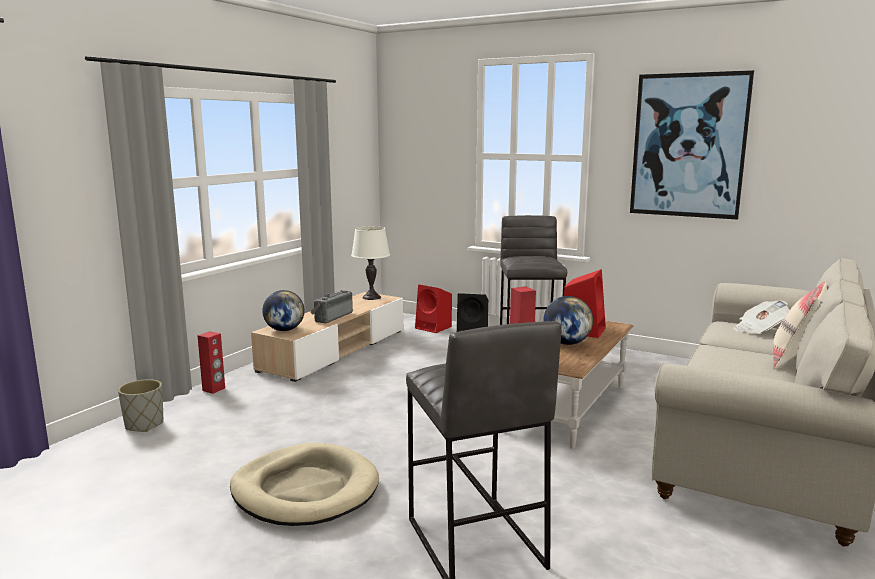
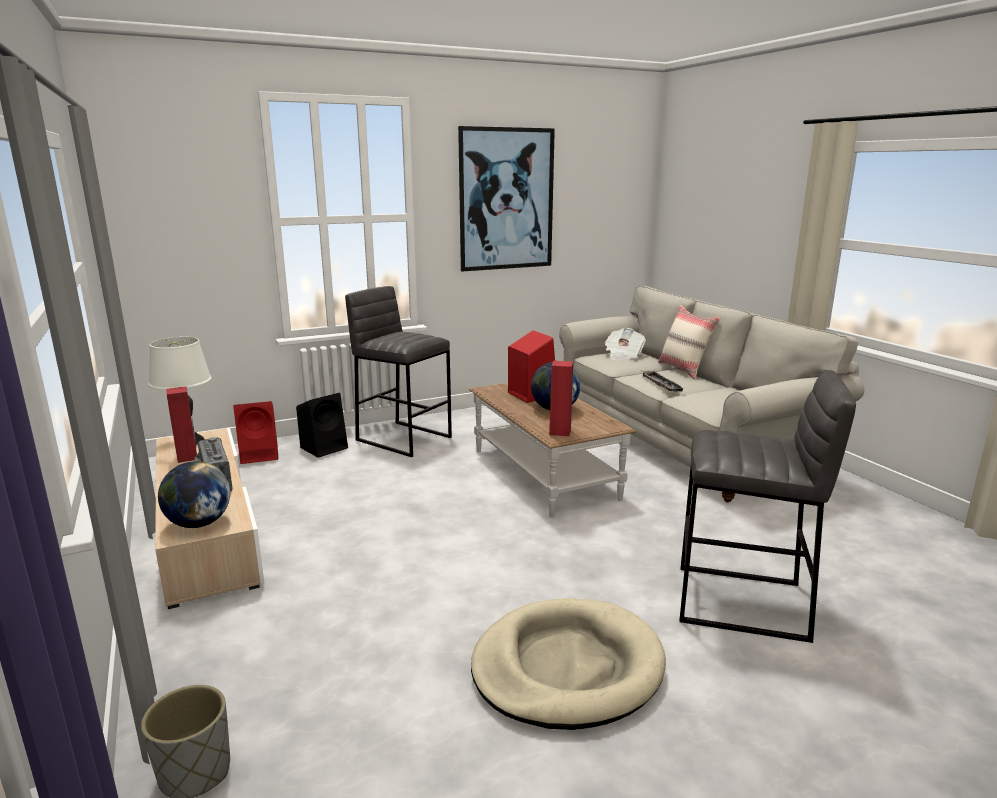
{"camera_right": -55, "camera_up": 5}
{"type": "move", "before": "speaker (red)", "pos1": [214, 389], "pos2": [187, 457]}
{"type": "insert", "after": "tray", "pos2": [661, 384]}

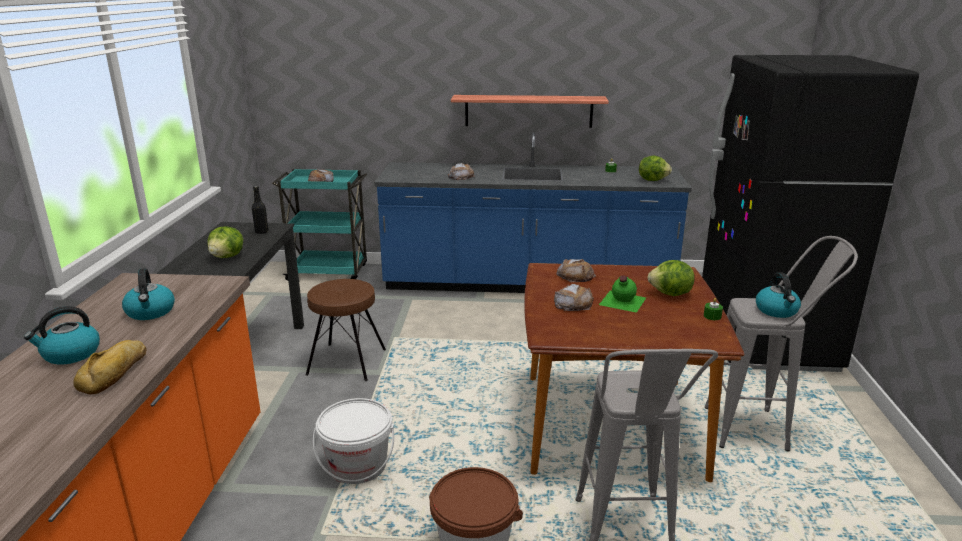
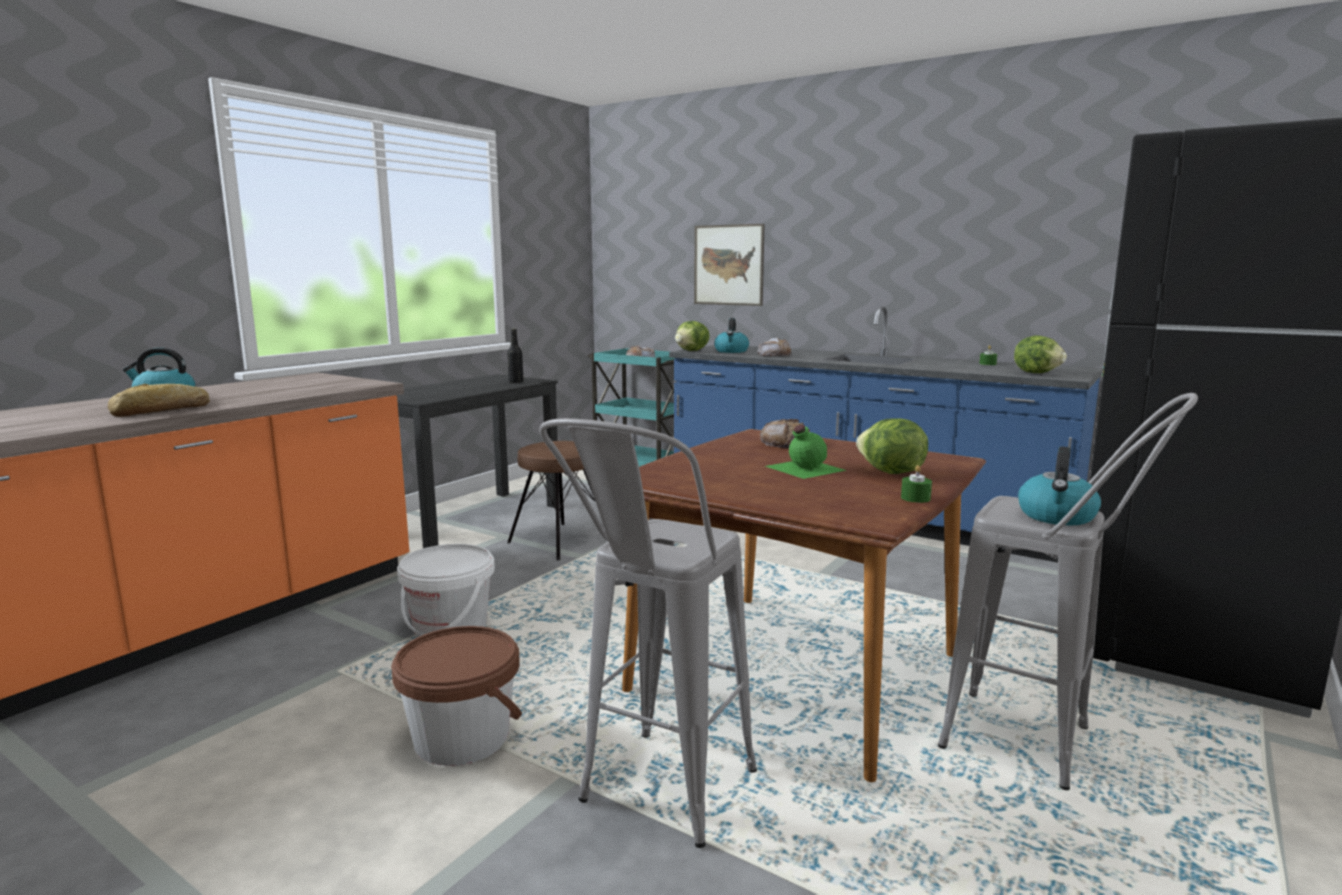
{"camera_right": 30, "camera_up": -10}
{"type": "move", "before": "kettle", "pos1": [151, 312], "pos2": [731, 351]}
{"type": "move", "before": "lettuce", "pos1": [227, 257], "pos2": [692, 351]}
{"type": "delete", "before": "shelf", "pos1": [528, 111]}
{"type": "delete", "before": "bread", "pos1": [573, 303]}
{"type": "insert", "after": "picture", "pos2": [728, 265]}

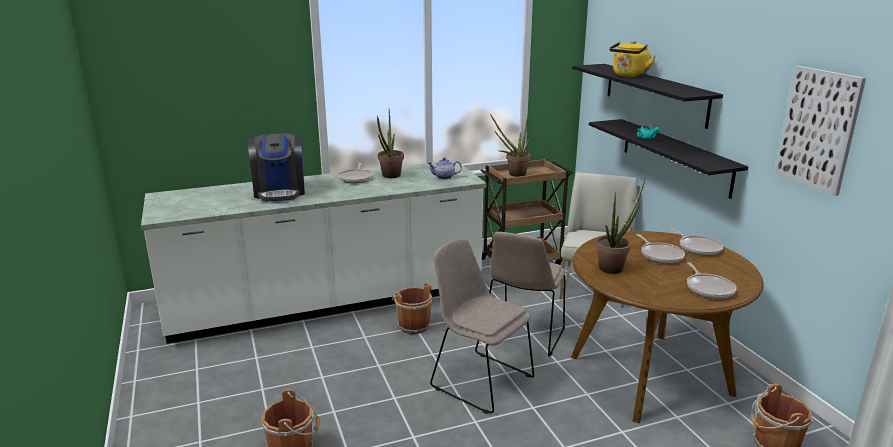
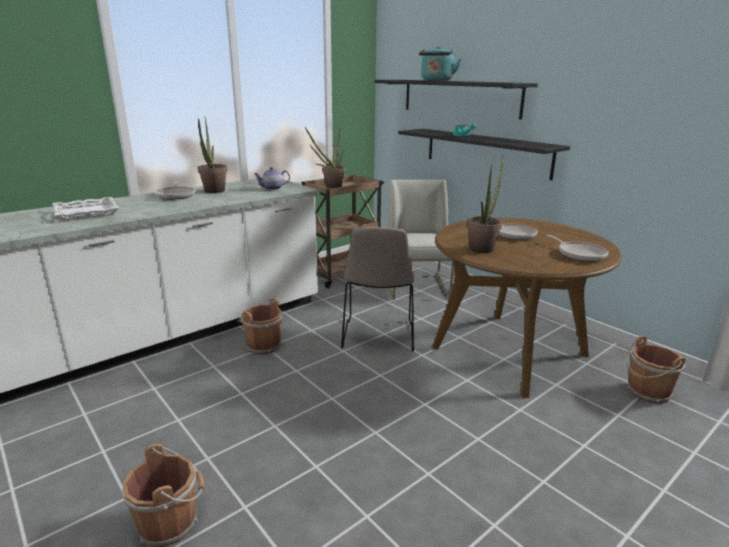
{"camera_right": -20, "camera_up": 0}
{"type": "replace", "before": "coffee machine", "after": "tray (white)", "pos1": [280, 191], "pos2": [86, 213]}
{"type": "delete", "before": "chair (beige)", "pos1": [479, 380]}
{"type": "recolor", "before": "kettle (yellow)", "after": "kettle (turquoise)", "pos1": [629, 75], "pos2": [436, 80]}
{"type": "delete", "before": "frying pan", "pos1": [698, 248]}
{"type": "delete", "before": "picture", "pos1": [818, 129]}

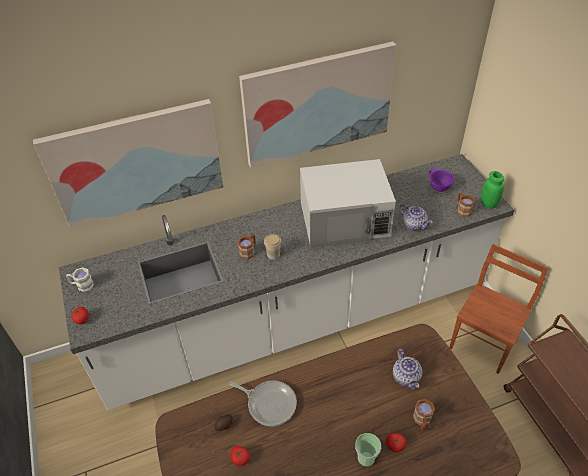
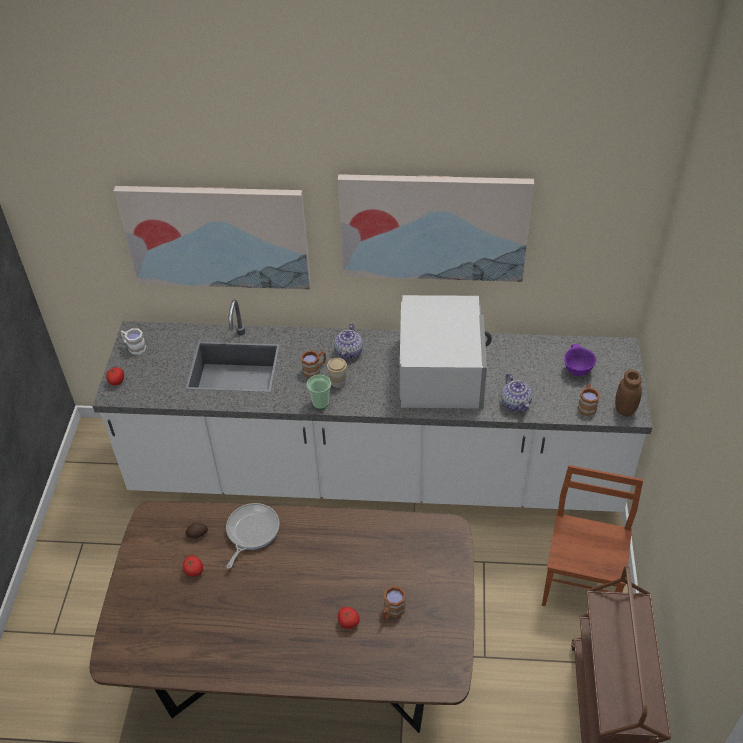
{"camera_right": 25, "camera_up": 0}
{"type": "rotate", "before": "frying pan", "pos1": [269, 403], "pos2": [251, 532], "turn": -120}
{"type": "rotate", "before": "microwave (white)", "pos1": [345, 219], "pos2": [440, 370], "turn": -105}
{"type": "move", "before": "cup", "pos1": [366, 458], "pos2": [320, 403]}
{"type": "move", "before": "teapot", "pos1": [406, 377], "pos2": [349, 352]}
{"type": "rotate", "before": "chair (brown)", "pos1": [484, 343], "pos2": [581, 585], "turn": -45}
{"type": "recolor", "before": "jar (green)", "after": "jar (brown)", "pos1": [488, 204], "pos2": [625, 409]}

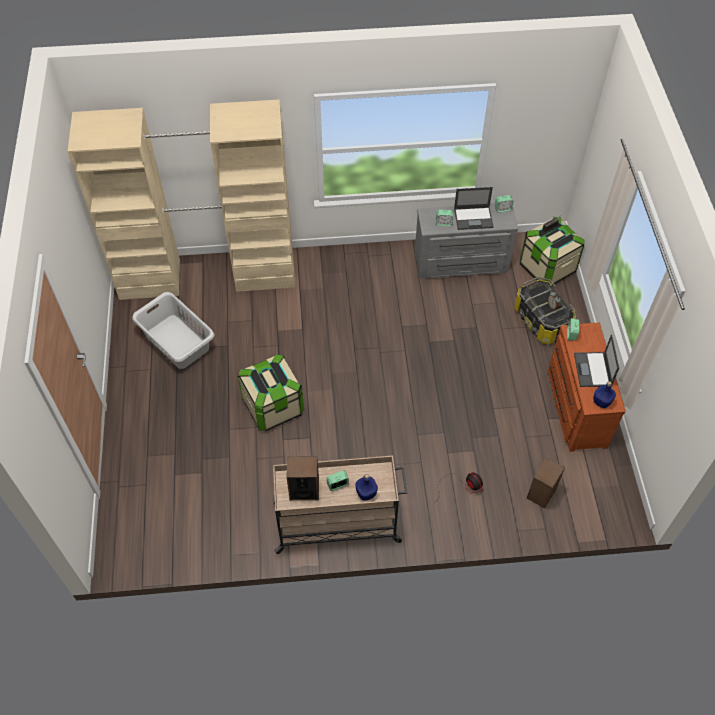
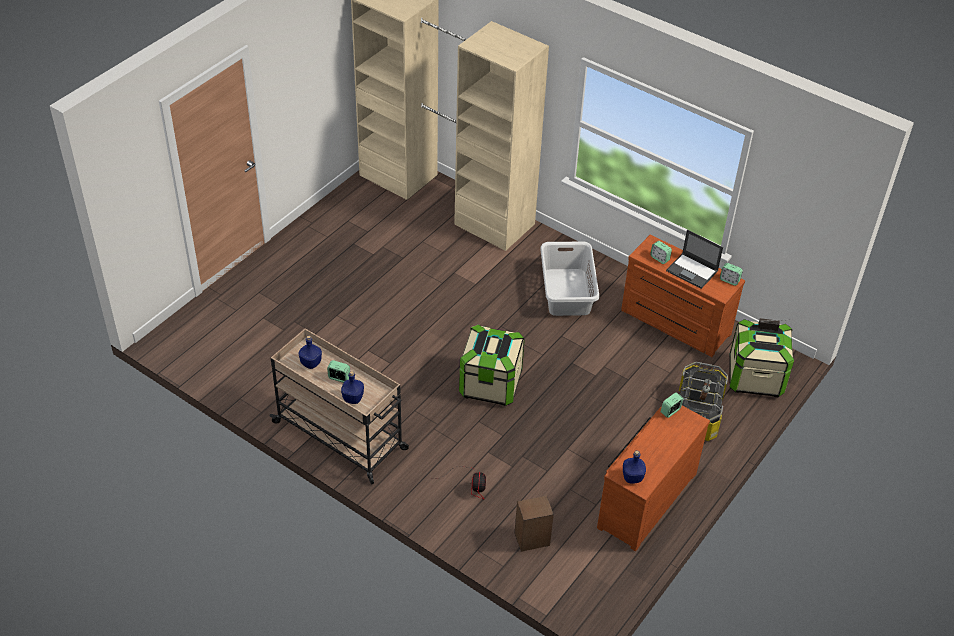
{"camera_right": 40, "camera_up": -10}
{"type": "move", "before": "laundry basket (grey)", "pos1": [177, 341], "pos2": [567, 292]}
{"type": "move", "before": "storage box", "pos1": [273, 406], "pos2": [490, 384]}
{"type": "replace", "before": "speaker", "after": "bottle (blue)", "pos1": [304, 489], "pos2": [311, 363]}
{"type": "recolor", "before": "dresser (grey)", "after": "dresser (brown)", "pos1": [461, 264], "pos2": [674, 323]}
{"type": "delete", "before": "laptop", "pos1": [593, 370]}

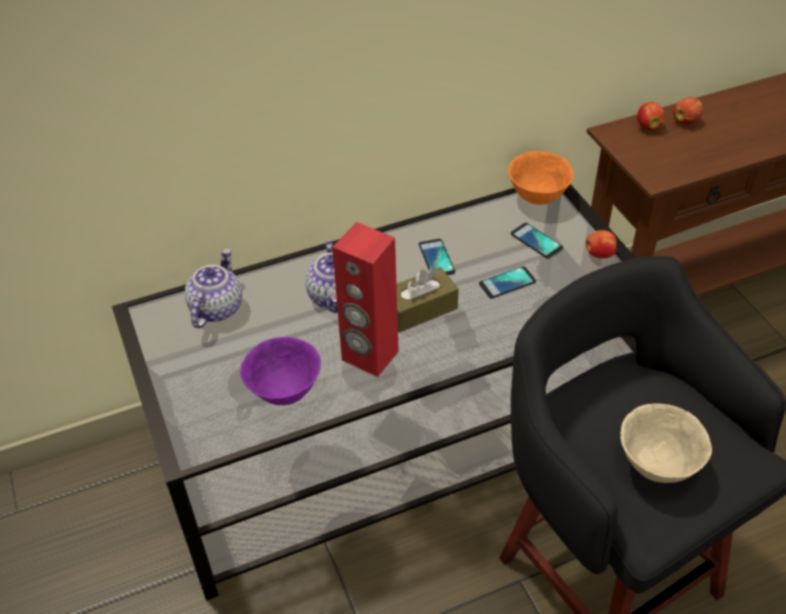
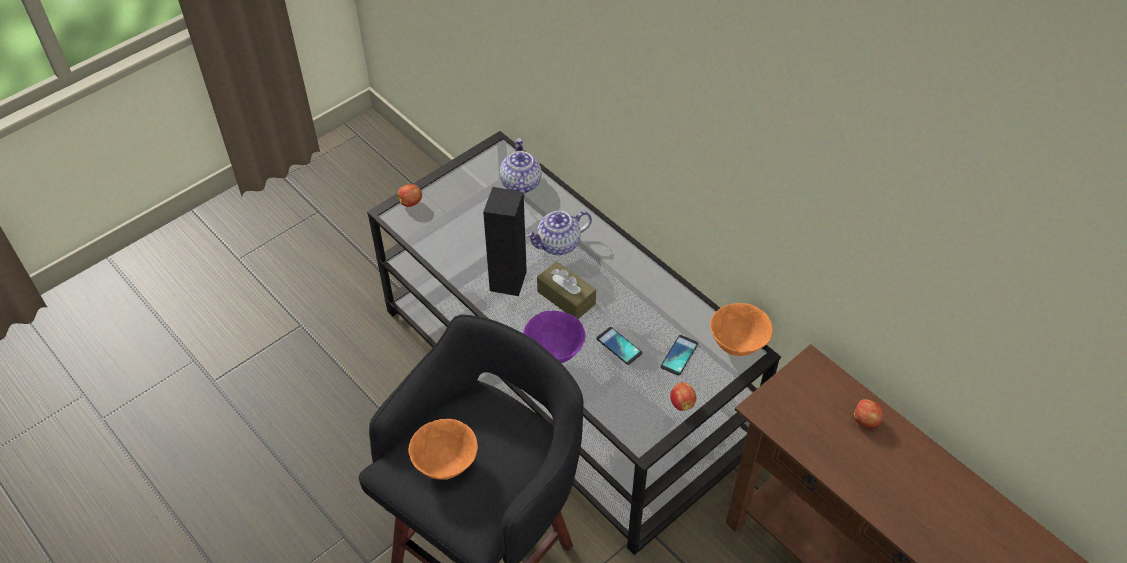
{"camera_right": 70, "camera_up": 5}
{"type": "rotate", "before": "teapot", "pos1": [216, 308], "pos2": [520, 183], "turn": -90}
{"type": "move", "before": "bowl (purple)", "pos1": [283, 391], "pos2": [554, 352]}
{"type": "recolor", "before": "speaker (red)", "after": "speaker (black)", "pos1": [369, 356], "pos2": [507, 281]}
{"type": "delete", "before": "phone", "pos1": [436, 258]}
{"type": "recolor", "before": "bowl (beige)", "after": "bowl (orange)", "pos1": [657, 464], "pos2": [446, 464]}
{"type": "move", "before": "apple", "pos1": [648, 126], "pos2": [411, 202]}

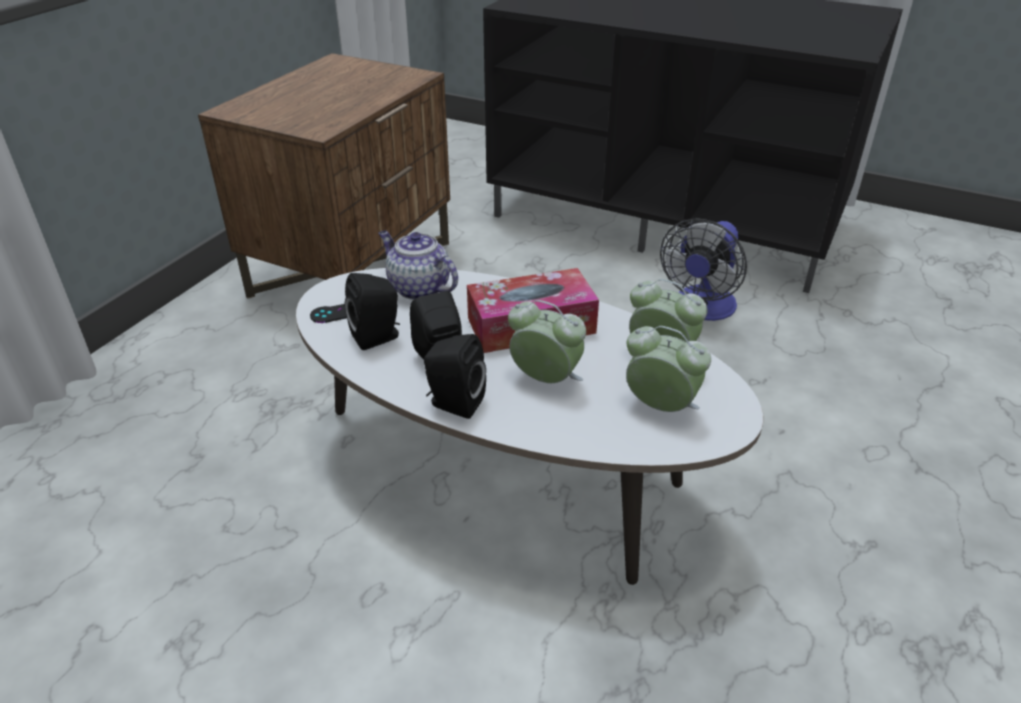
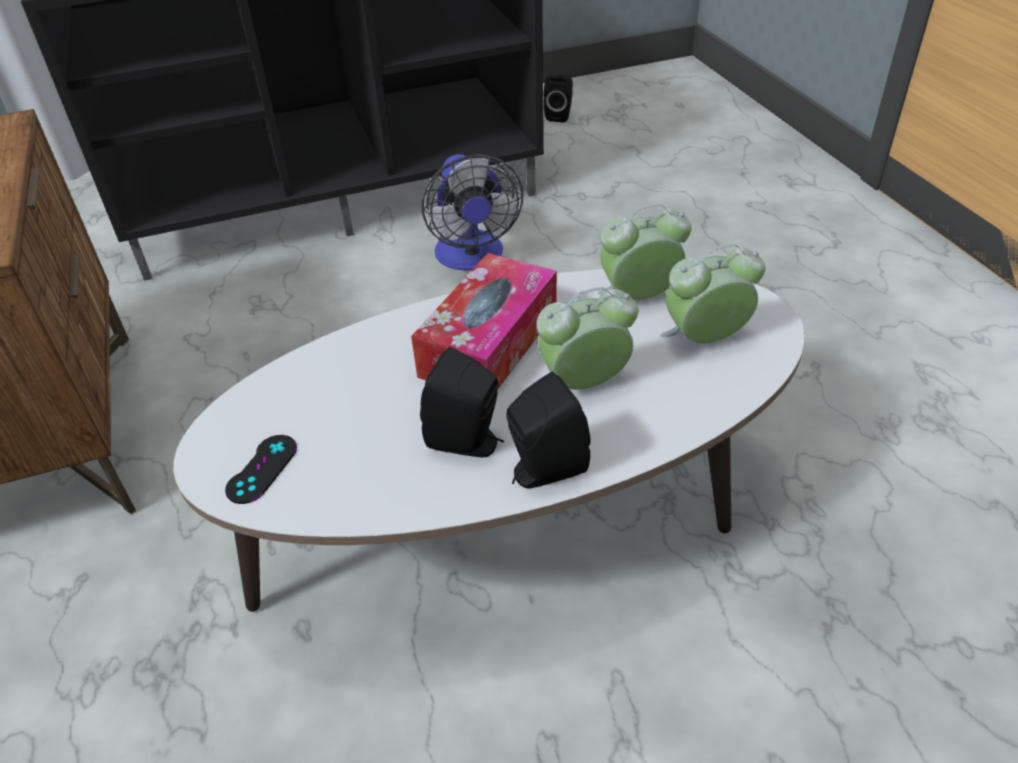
{"camera_right": -45, "camera_up": 5}
{"type": "move", "before": "speaker (black)", "pos1": [378, 337], "pos2": [559, 116]}
{"type": "delete", "before": "teapot", "pos1": [418, 288]}

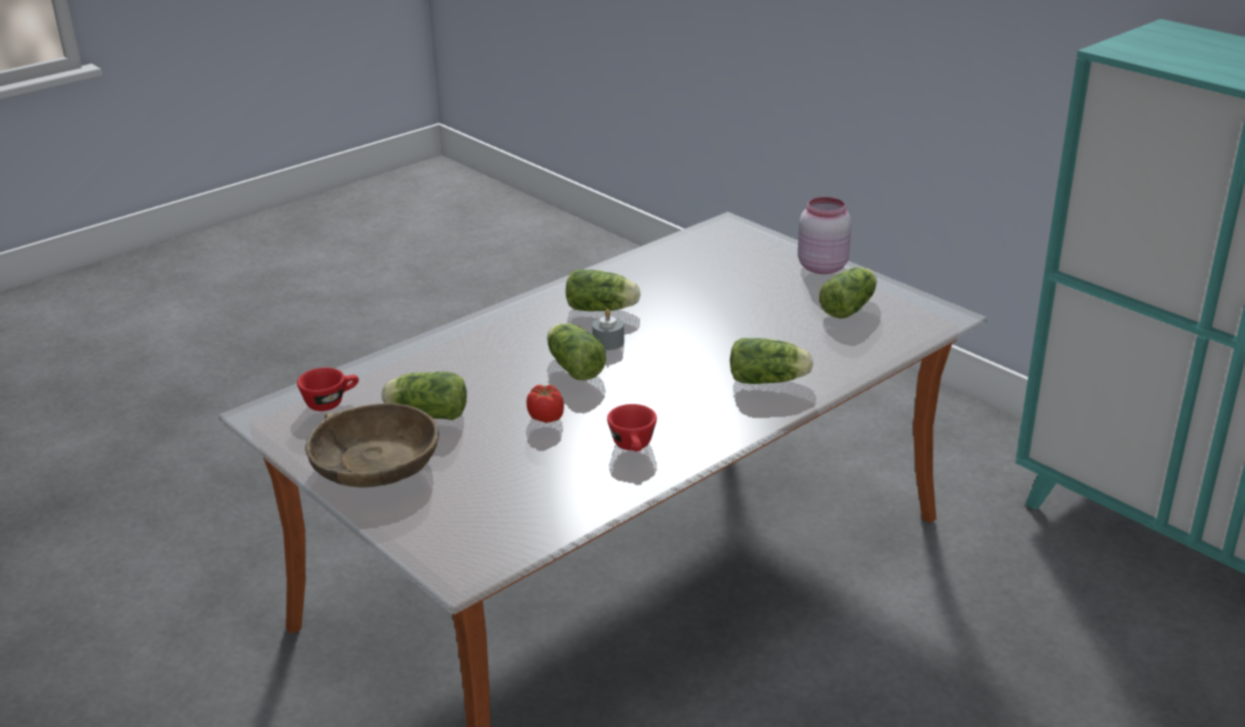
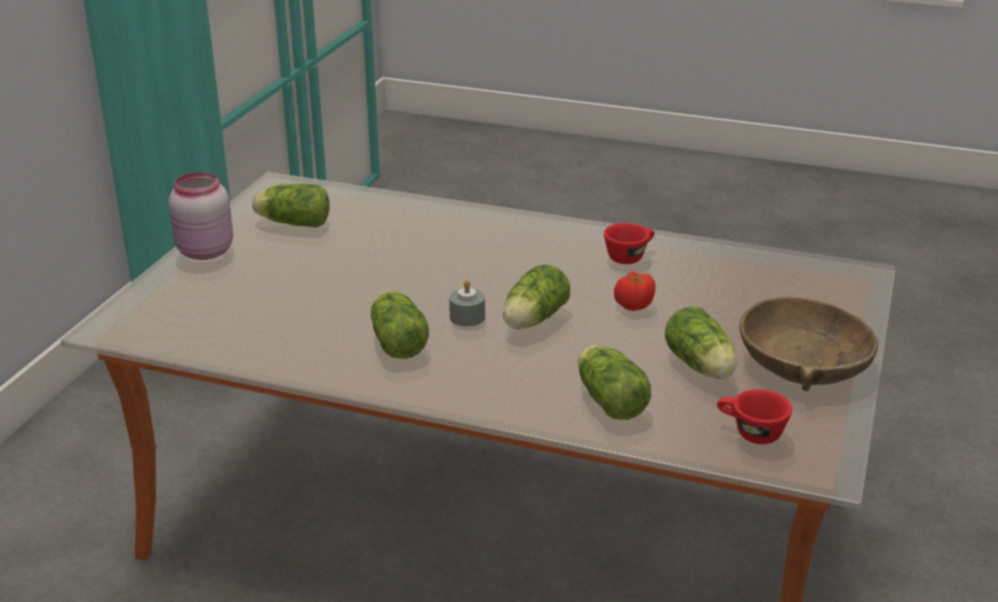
{"camera_right": -120, "camera_up": 0}
{"type": "move", "before": "lettuce", "pos1": [770, 380], "pos2": [608, 399]}

